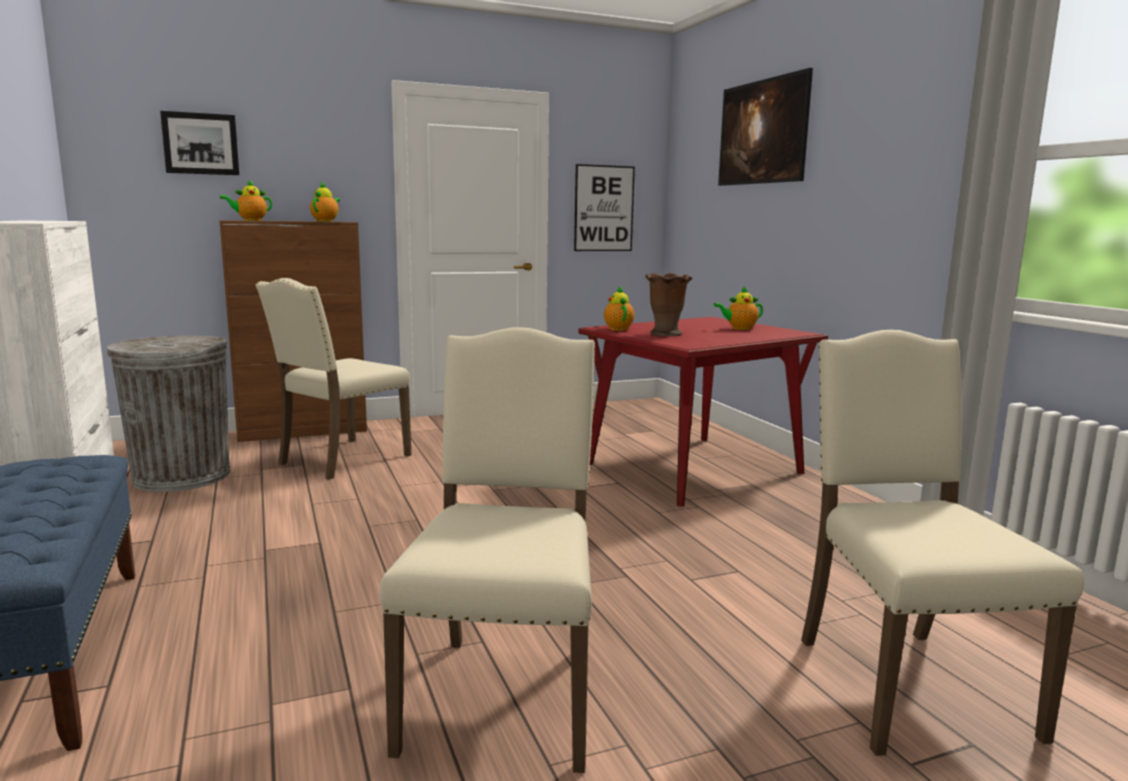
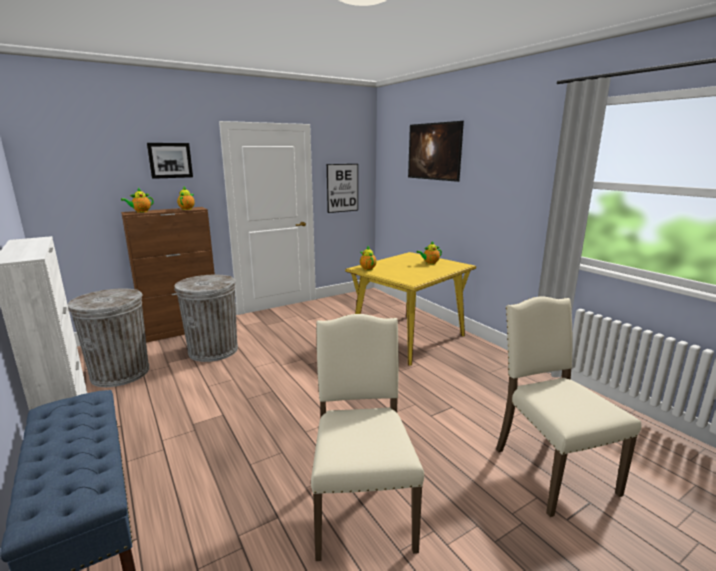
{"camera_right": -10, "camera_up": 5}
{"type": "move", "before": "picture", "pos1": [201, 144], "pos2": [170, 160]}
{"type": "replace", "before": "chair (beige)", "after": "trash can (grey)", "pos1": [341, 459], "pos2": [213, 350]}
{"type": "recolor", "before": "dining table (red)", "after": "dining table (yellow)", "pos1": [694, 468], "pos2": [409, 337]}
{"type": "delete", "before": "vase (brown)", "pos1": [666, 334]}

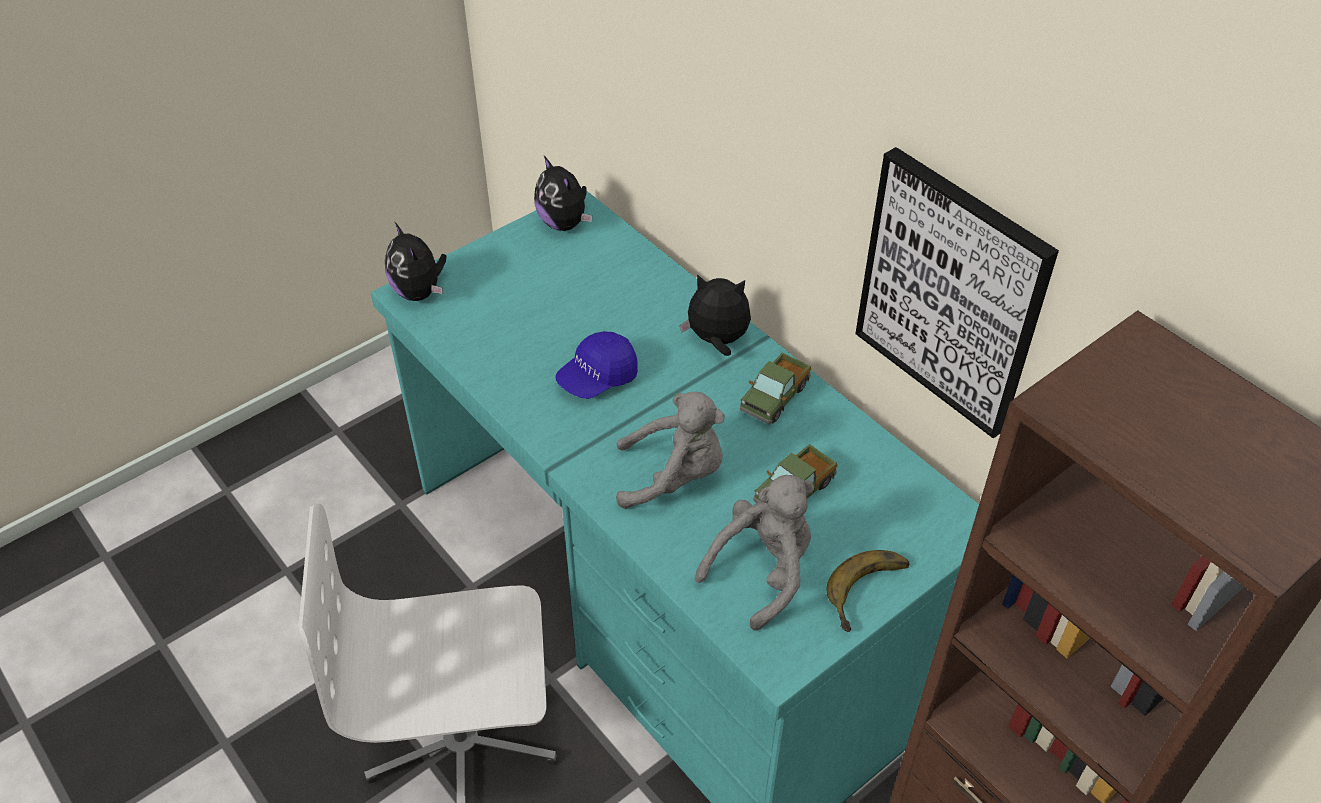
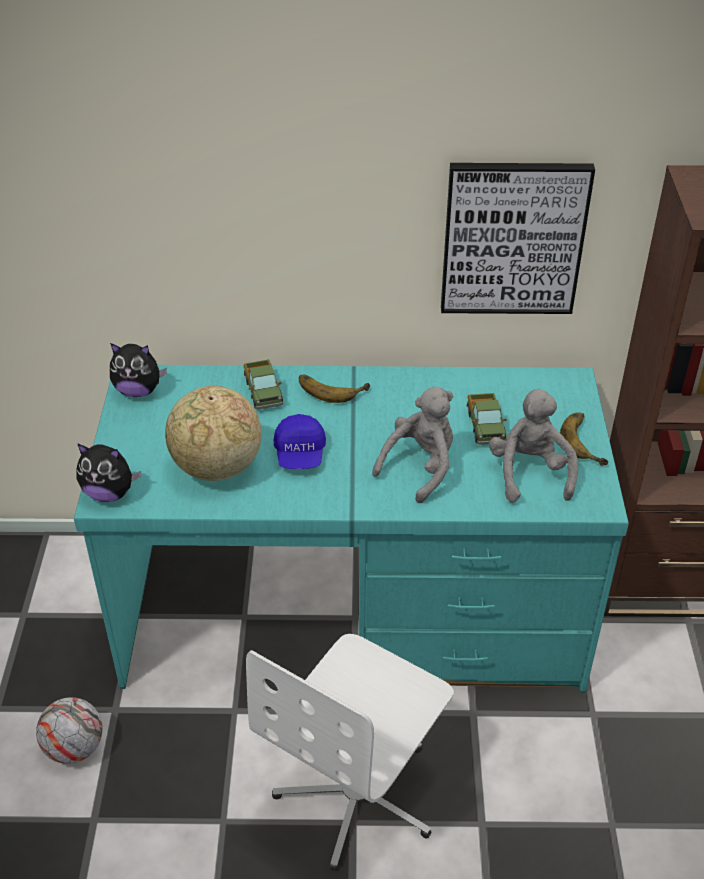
{"camera_right": -50, "camera_up": -5}
{"type": "replace", "before": "plush toy", "after": "banana", "pos1": [717, 341], "pos2": [332, 387]}
{"type": "move", "before": "toy truck", "pos1": [775, 397], "pos2": [263, 392]}
{"type": "insert", "after": "football", "pos2": [74, 747]}
{"type": "insert", "after": "globe", "pos2": [216, 468]}

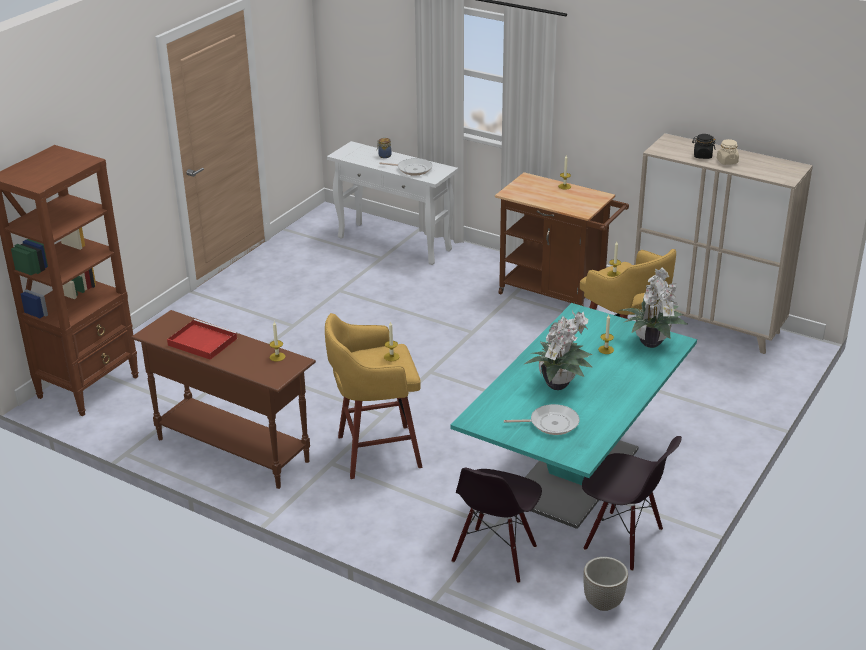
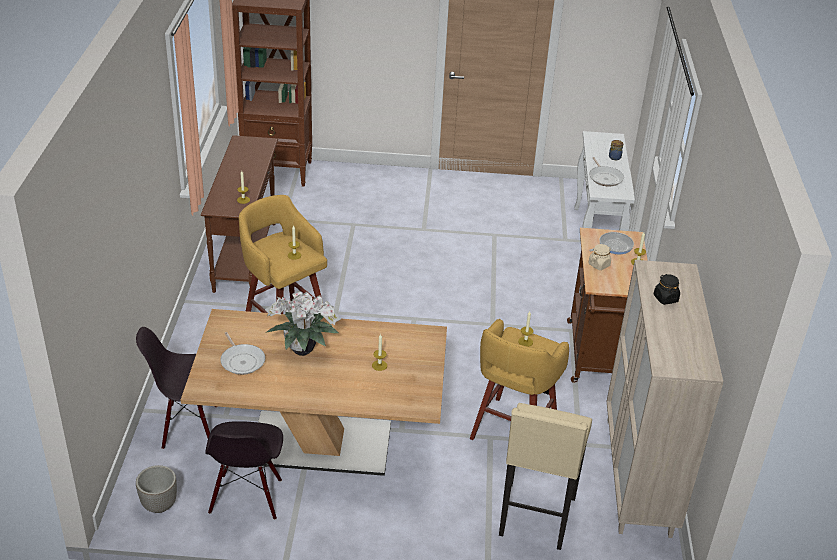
{"camera_right": 60, "camera_up": 5}
{"type": "delete", "before": "tray (red)", "pos1": [201, 342]}
{"type": "recolor", "before": "dining table (turquoise)", "after": "dining table (brown)", "pos1": [573, 475], "pos2": [321, 443]}
{"type": "delete", "before": "potted plant", "pos1": [651, 342]}
{"type": "move", "before": "jar (beige)", "pos1": [727, 161], "pos2": [599, 265]}
{"type": "insert", "after": "stool (beige)", "pos2": [535, 518]}
{"type": "insert", "after": "frying pan", "pos2": [613, 246]}

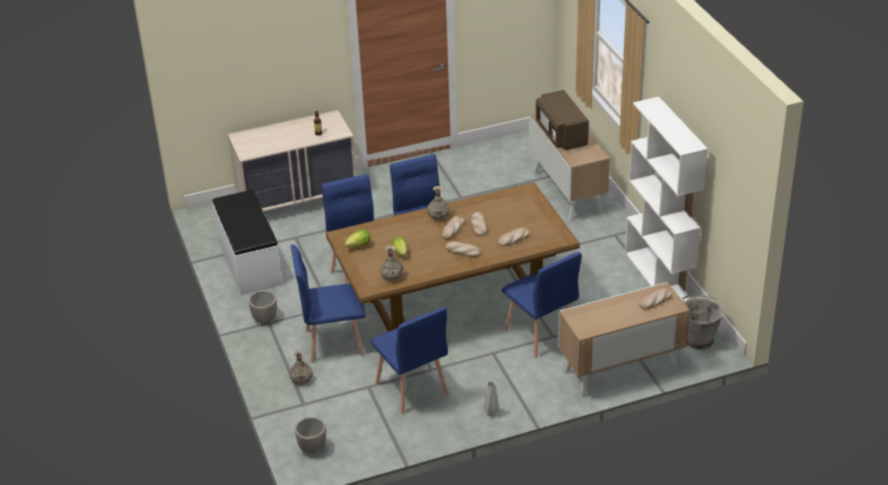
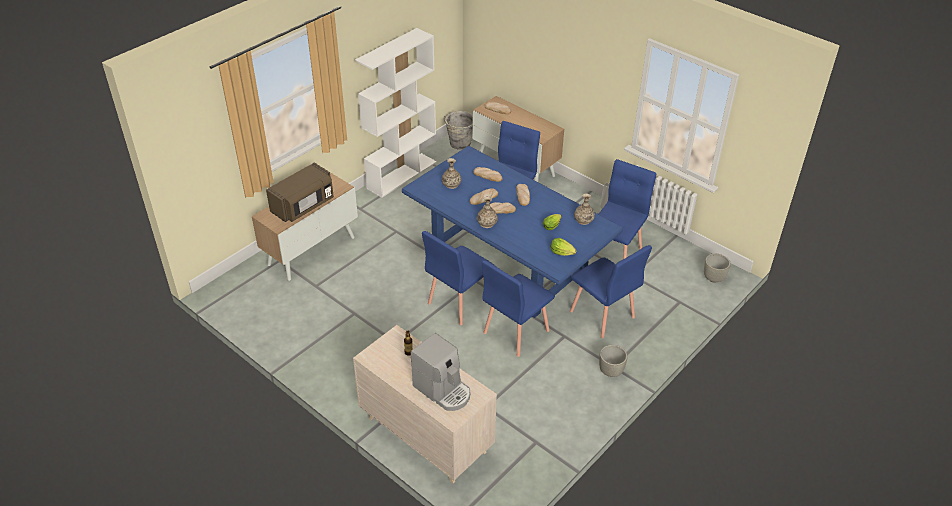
{"camera_right": -120, "camera_up": 5}
{"type": "delete", "before": "bench (white)", "pos1": [249, 262]}
{"type": "move", "before": "vase", "pos1": [301, 380], "pos2": [451, 184]}
{"type": "recolor", "before": "dining table (brown)", "after": "dining table (blue)", "pos1": [453, 306], "pos2": [508, 264]}
{"type": "insert", "after": "coffee machine", "pos2": [443, 390]}

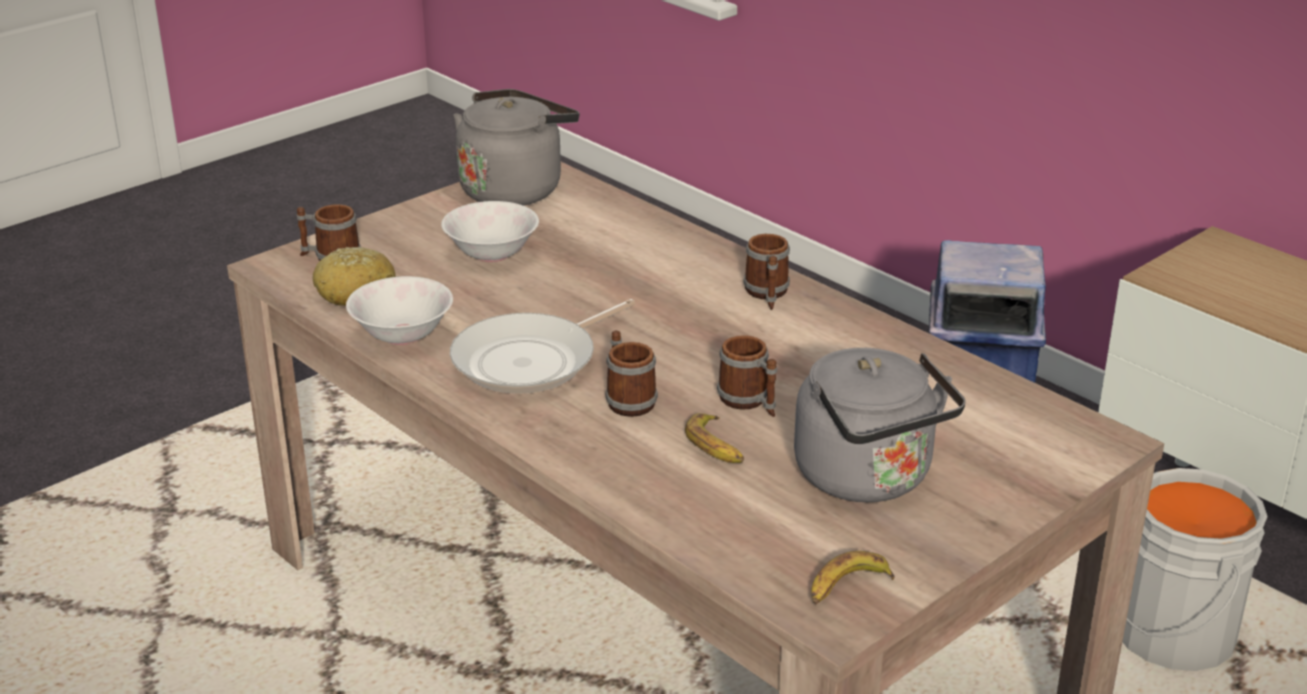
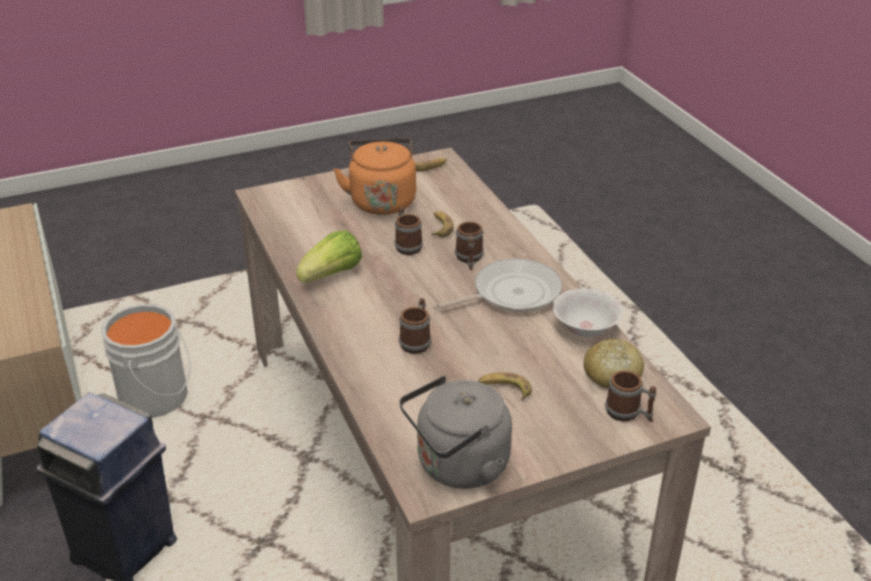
{"camera_right": -160, "camera_up": 5}
{"type": "replace", "before": "bowl (white)", "after": "banana", "pos1": [492, 254], "pos2": [504, 389]}
{"type": "move", "before": "mug", "pos1": [767, 294], "pos2": [417, 341]}
{"type": "recolor", "before": "kettle (grey)", "after": "kettle (orange)", "pos1": [869, 479], "pos2": [382, 200]}
{"type": "insert", "after": "lettuce", "pos2": [332, 275]}

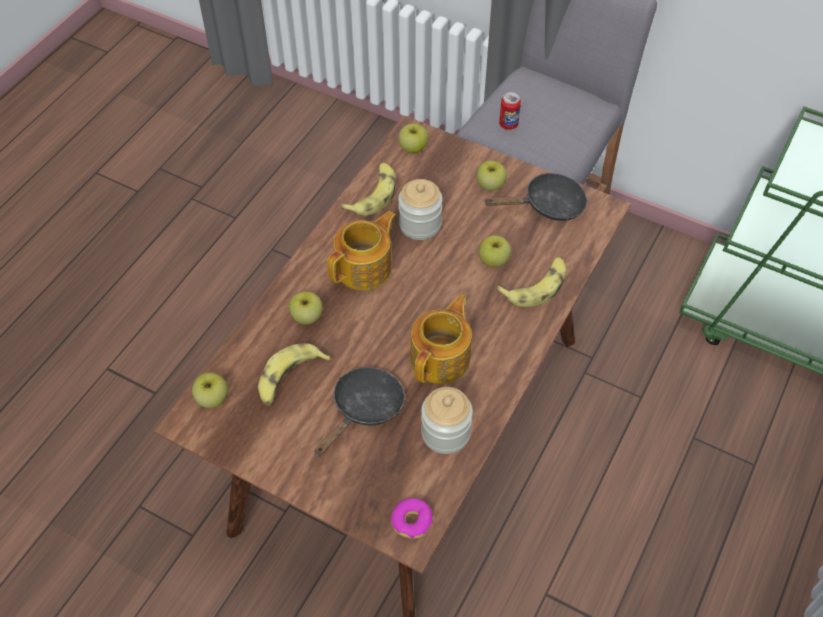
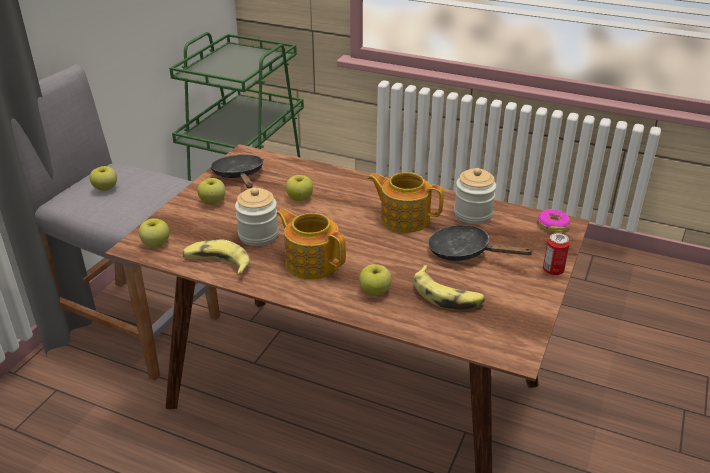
{"camera_right": -95, "camera_up": -20}
{"type": "move", "before": "apple", "pos1": [212, 399], "pos2": [105, 188]}
{"type": "delete", "before": "banana", "pos1": [536, 286]}
{"type": "move", "before": "can", "pos1": [508, 124], "pos2": [553, 270]}

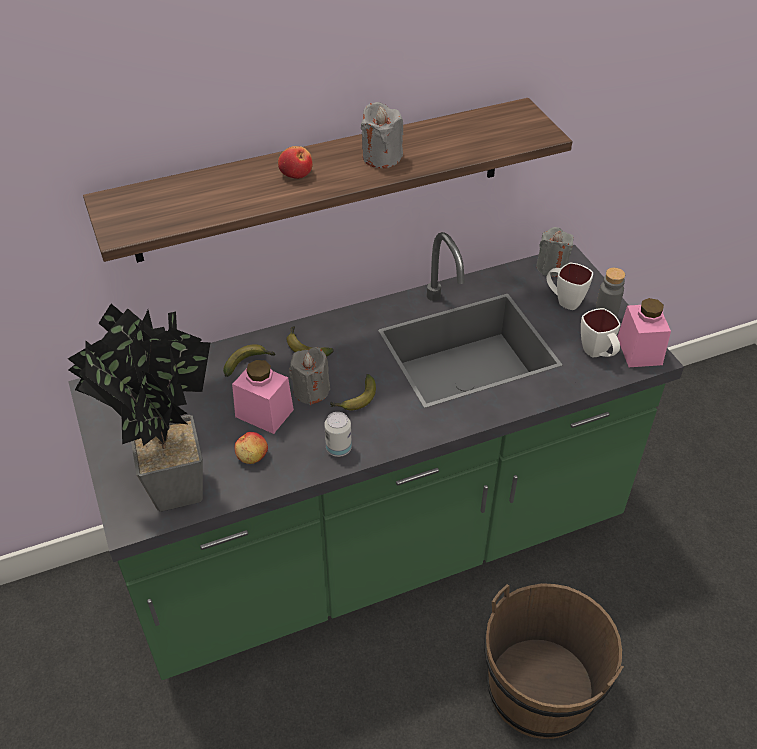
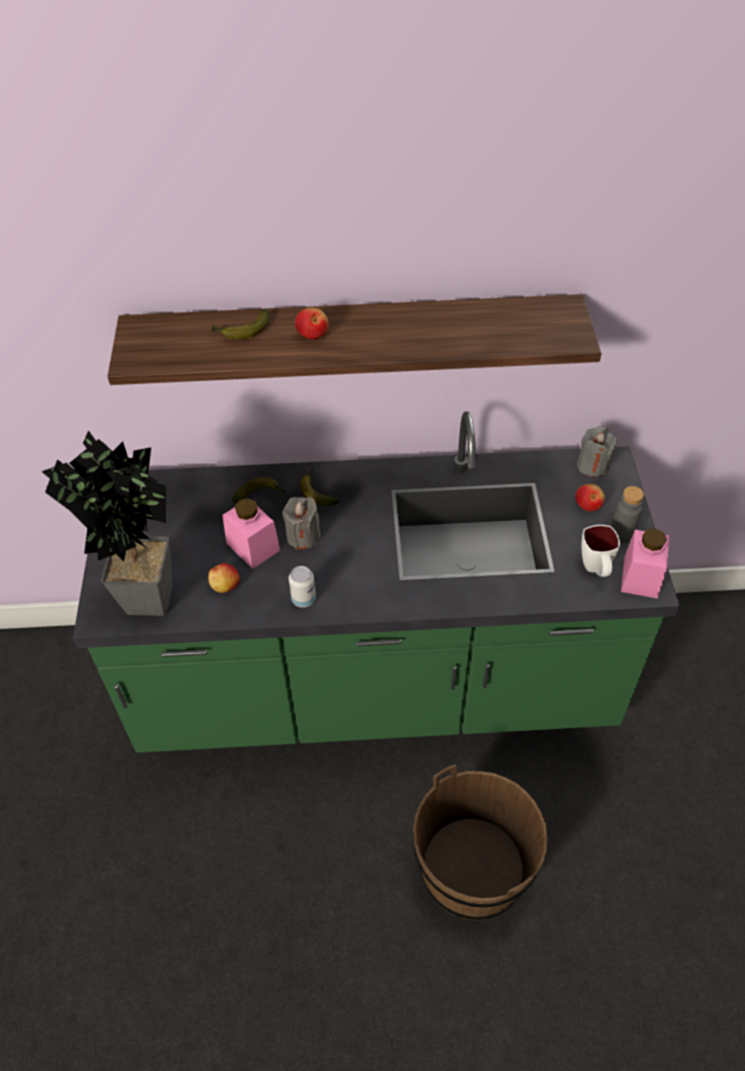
{"camera_right": 20, "camera_up": 5}
{"type": "move", "before": "banana", "pos1": [355, 400], "pos2": [242, 331]}
{"type": "delete", "before": "candle (grey)", "pos1": [381, 157]}
{"type": "replace", "before": "mug (white)", "after": "apple", "pos1": [564, 301], "pos2": [588, 504]}

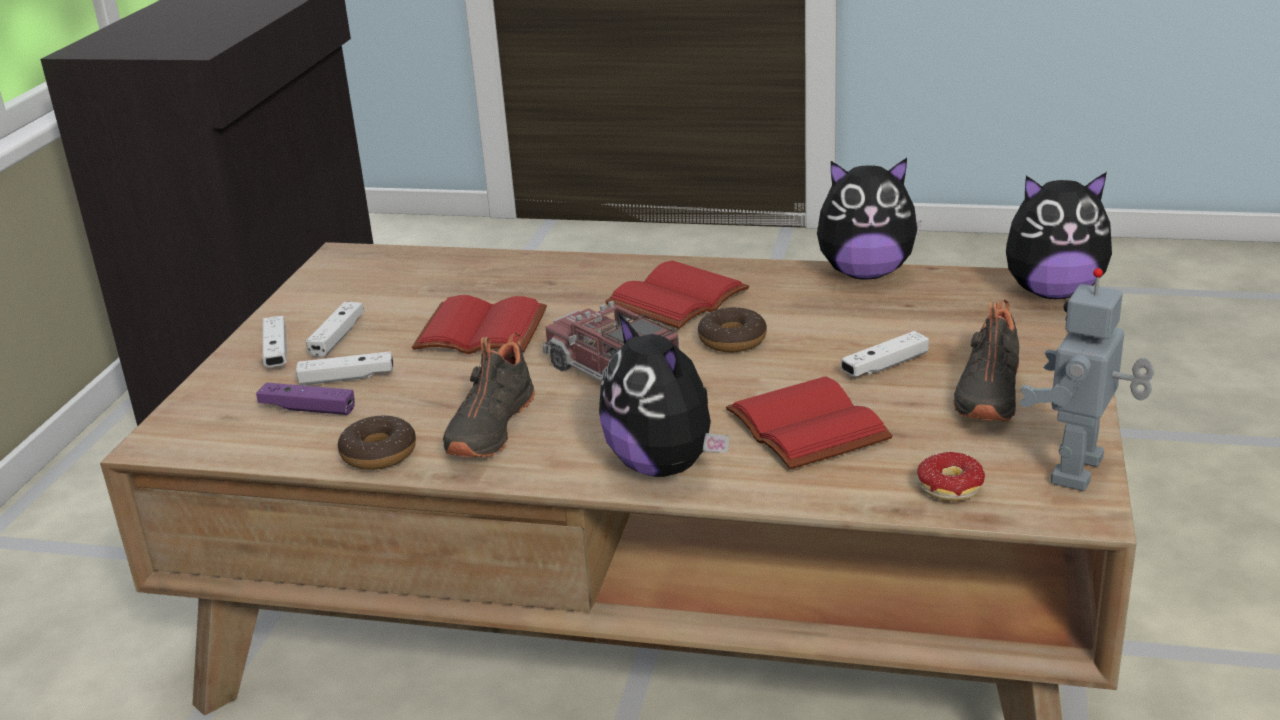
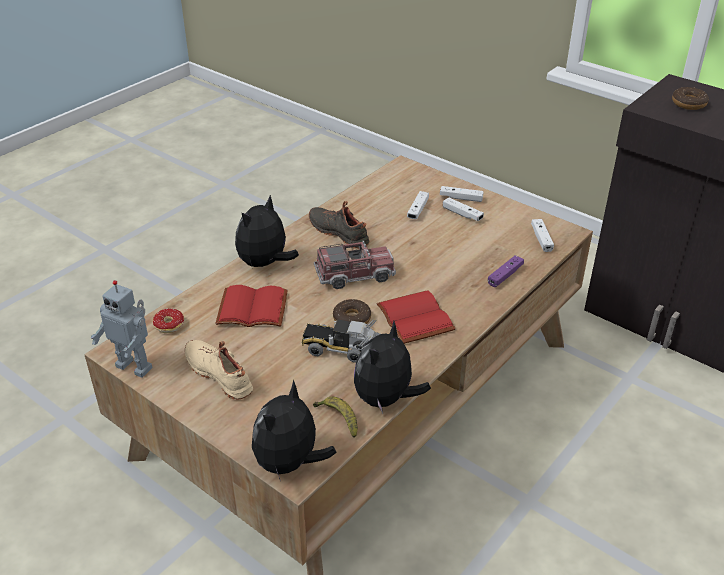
{"camera_right": 115, "camera_up": 10}
{"type": "move", "before": "game controller (purple)", "pos1": [307, 409], "pos2": [505, 275]}
{"type": "move", "before": "donut", "pos1": [379, 453], "pos2": [688, 104]}
{"type": "delete", "before": "book (red)", "pos1": [484, 329]}
{"type": "rotate", "before": "plush toy", "pos1": [664, 465], "pos2": [265, 264], "turn": -45}
{"type": "move", "before": "game controller (white)", "pos1": [885, 366], "pos2": [541, 239]}
{"type": "recolor", "before": "shoe (black)", "after": "shoe (beige)", "pos1": [986, 392], "pos2": [220, 374]}
{"type": "rotate", "before": "toy robot", "pos1": [1081, 472], "pos2": [135, 366], "turn": 150}
{"type": "insert", "after": "toy truck", "pos2": [342, 349]}
{"type": "insert", "after": "banana", "pos2": [338, 419]}

